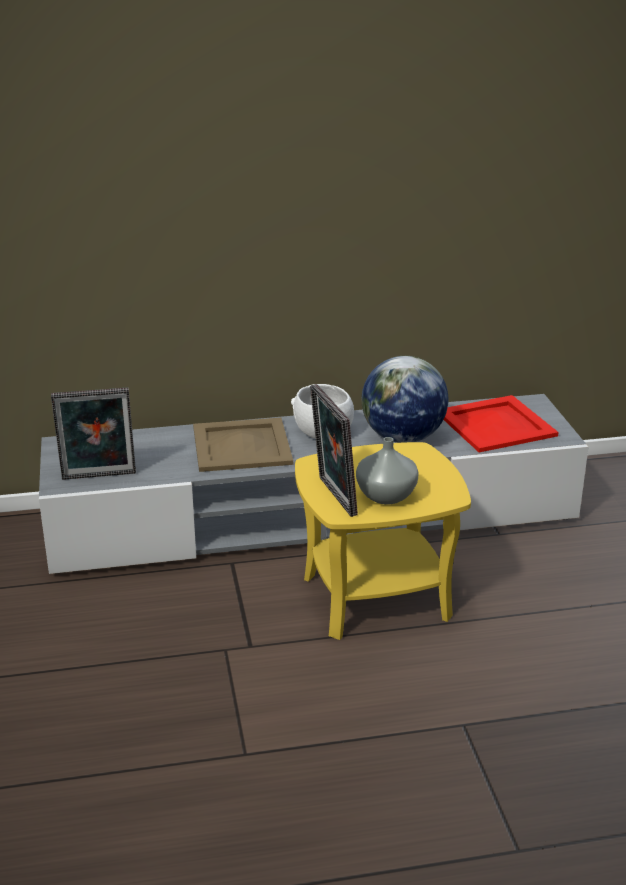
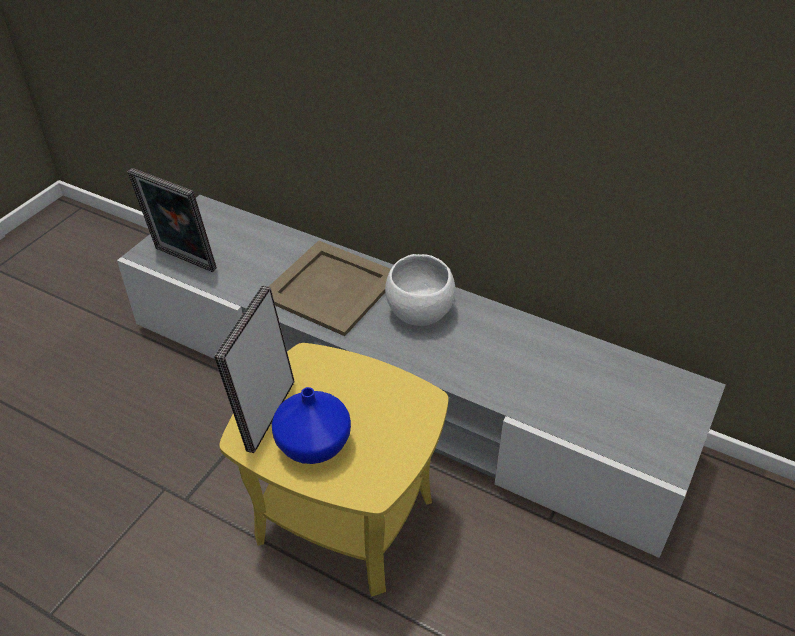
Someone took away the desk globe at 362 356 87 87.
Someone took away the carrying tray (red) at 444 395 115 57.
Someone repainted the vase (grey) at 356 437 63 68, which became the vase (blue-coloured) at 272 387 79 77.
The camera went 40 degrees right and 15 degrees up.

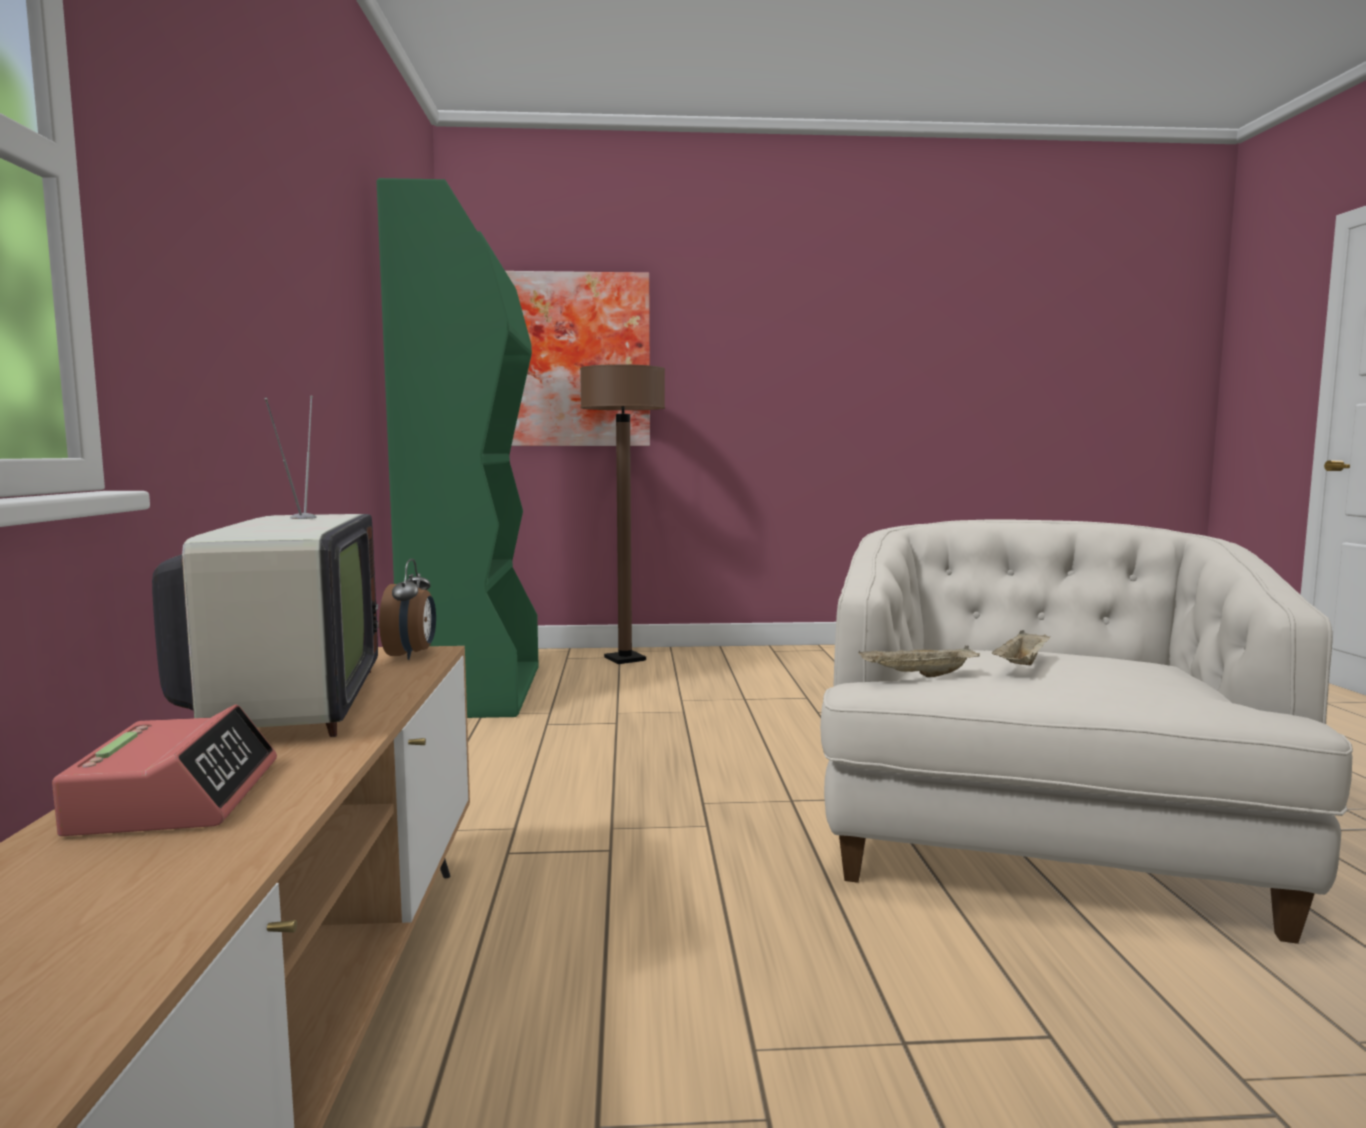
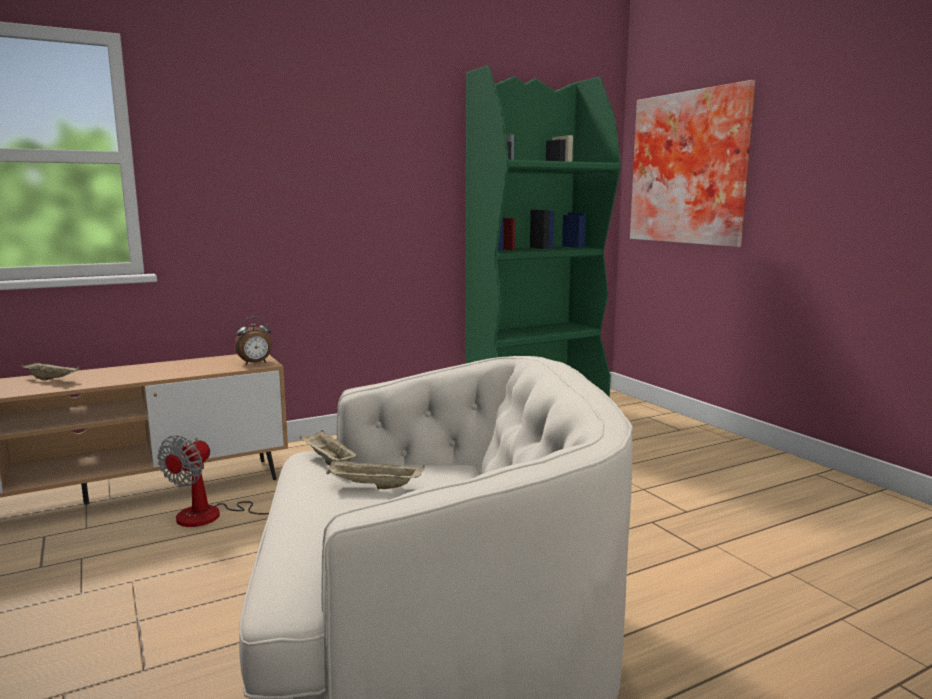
Someone took away the standard lamp (brown-coloured) at 580 364 85 300.
Someone took away the TV at 152 395 227 342.
Someone swapped the bedside clock at 52 704 225 132 for the carrying tray (beige-coloured) at 21 362 59 19.
Someone put down the cooling fan at 157 435 112 92.
The camera went 65 degrees right and 5 degrees up.

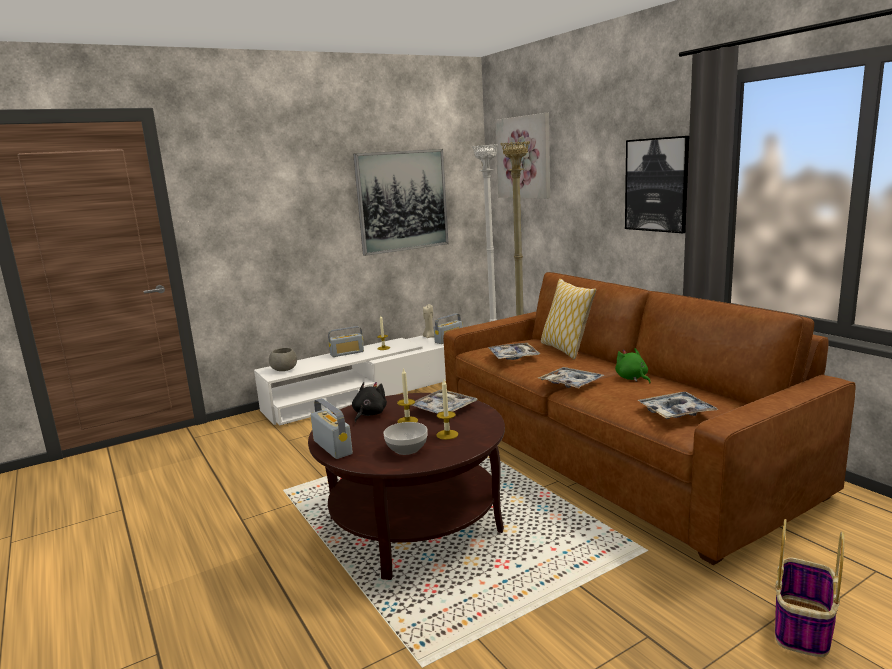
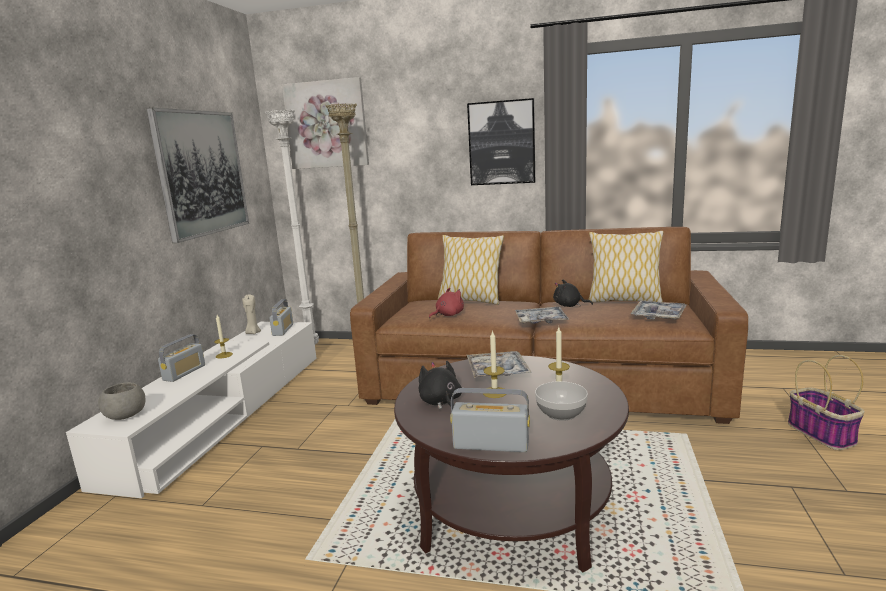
Someone swapped the carrying tray at 488 343 52 17 for the soft toy (red) at 429 288 35 30.
Someone repainted the soft toy (greenish) at 615 348 36 35, which became the soft toy (black) at 553 279 40 28.
Someone put down the pillow at 589 231 74 72.
The camera went 45 degrees left and 0 degrees up.

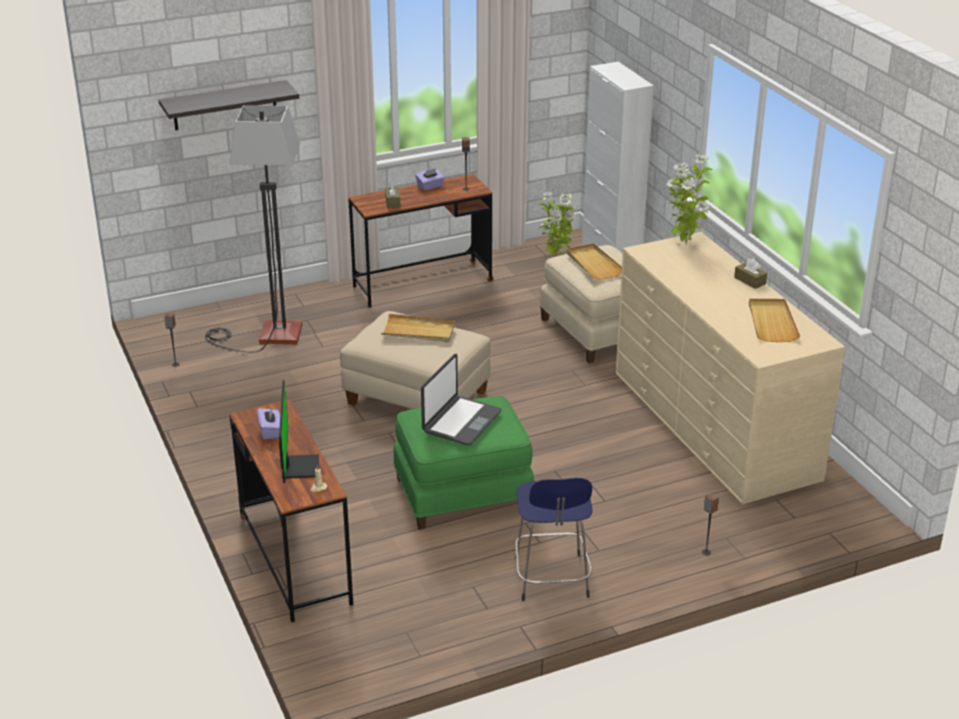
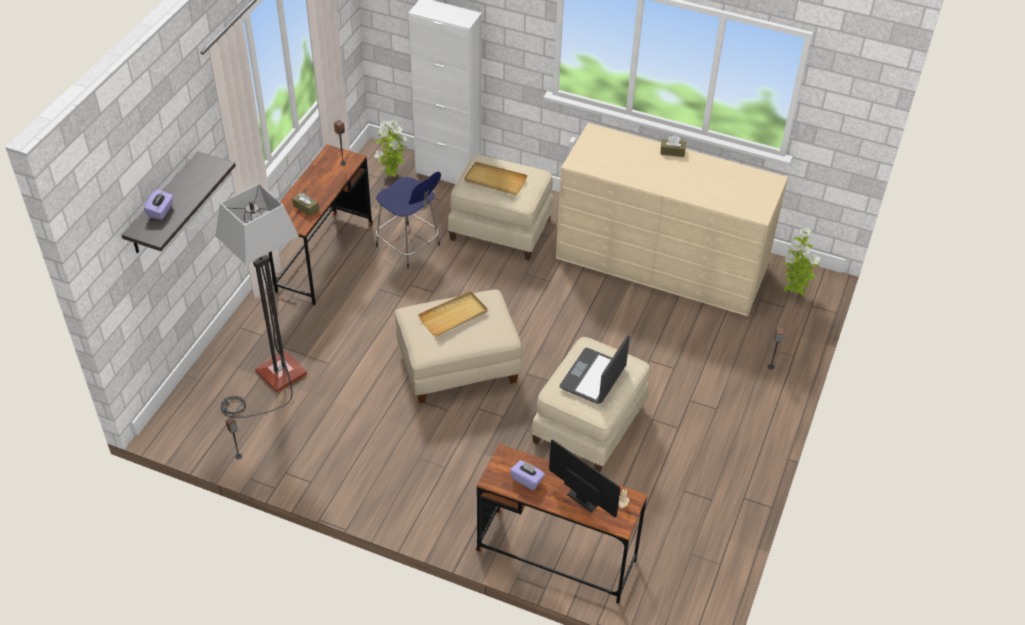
Someone carried the houseplant from 666 155 46 89 to 783 227 37 69.
Someone carried the box of tissues (purple-coloured) from 415 169 30 22 to 144 189 29 31.
Someone took away the carrying tray (beige-coloured) at 749 299 51 43.
Someone rotated the laptop at 421 354 81 91 by 135 degrees counterclockwise.
Someone repainted the pouffe (greenish) at 393 396 141 134, which became the pouffe (beige-coloured) at 531 337 119 135.
Someone carried the sitting stool (blue-coloured) from 515 478 78 123 to 376 172 65 96.
The camera went 45 degrees left and 15 degrees up.

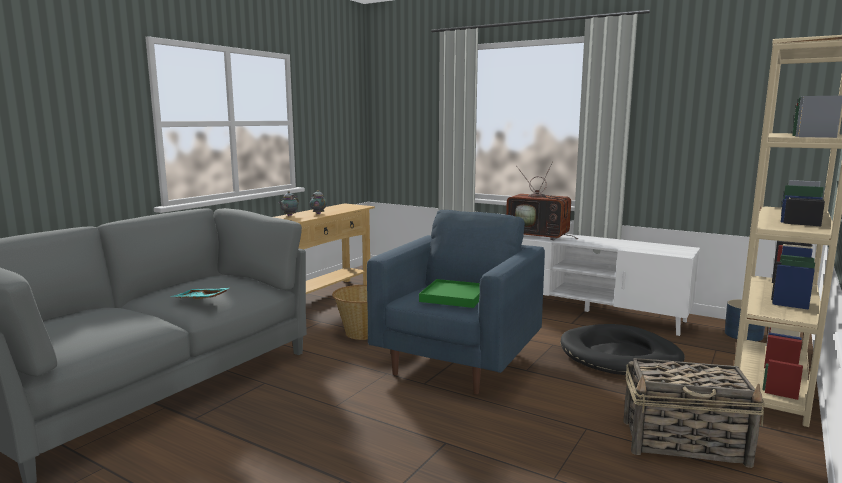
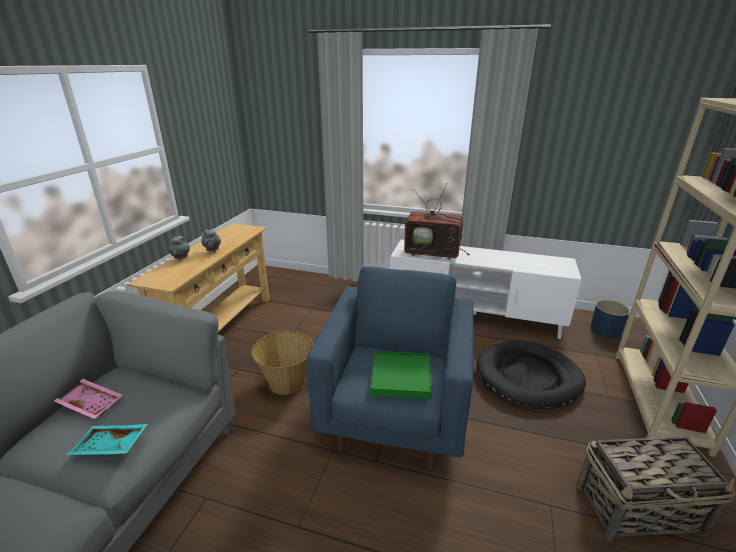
Someone put down the carrying tray (pink-coloured) at 54 379 69 40.
The camera went 15 degrees left and 15 degrees up.

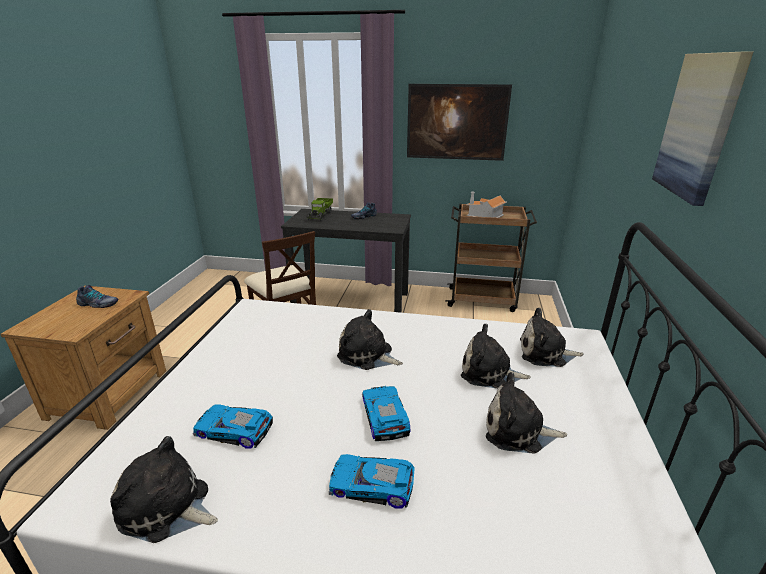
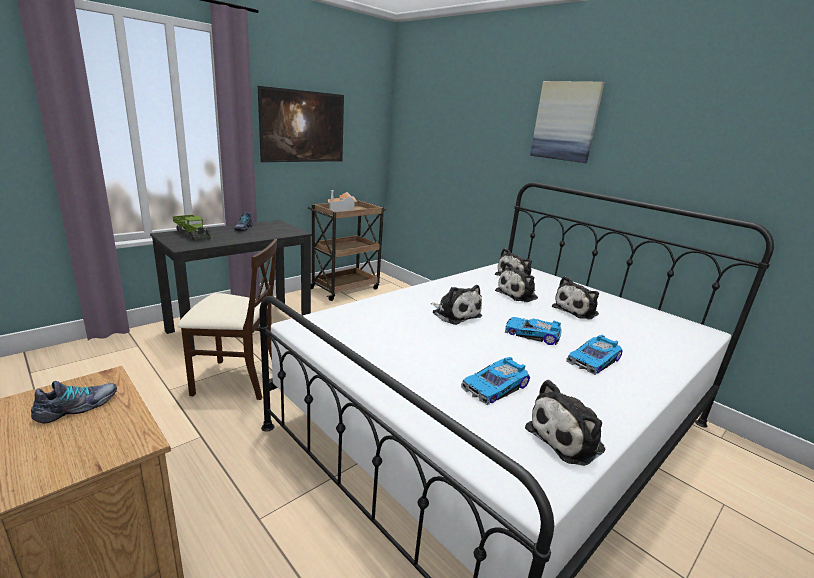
Someone rotated the soft toy at 337 309 66 61 by 105 degrees counterclockwise.
The camera went 55 degrees left and 5 degrees down.

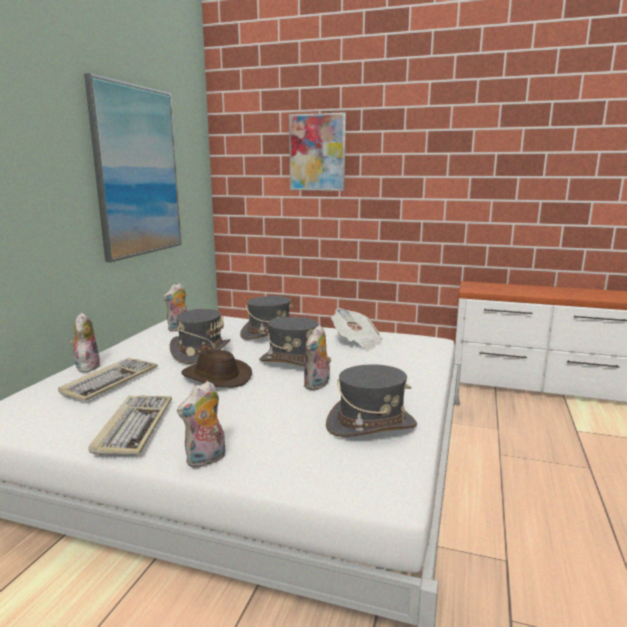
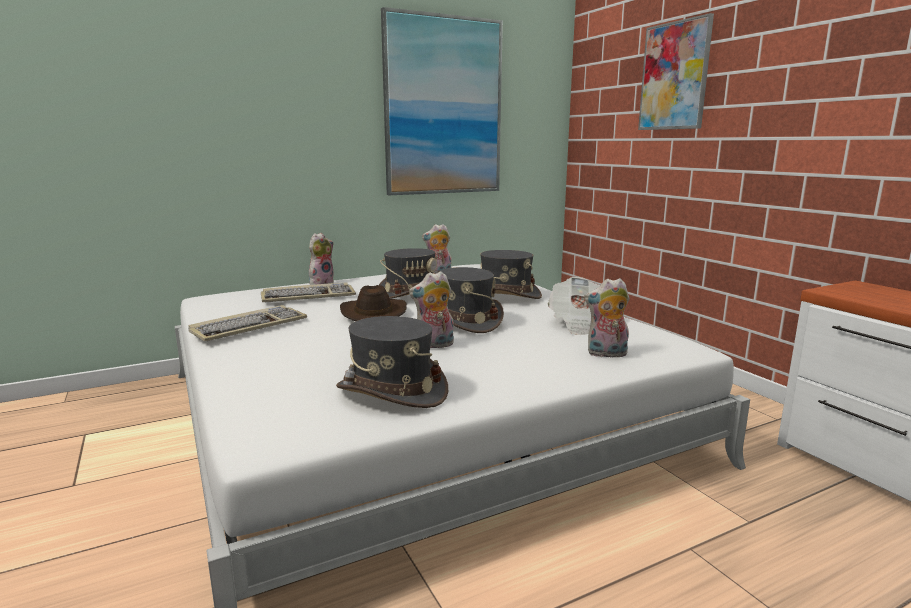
Someone carried the soft toy from 177 381 49 87 to 584 278 45 79.
The camera went 45 degrees right and 0 degrees up.

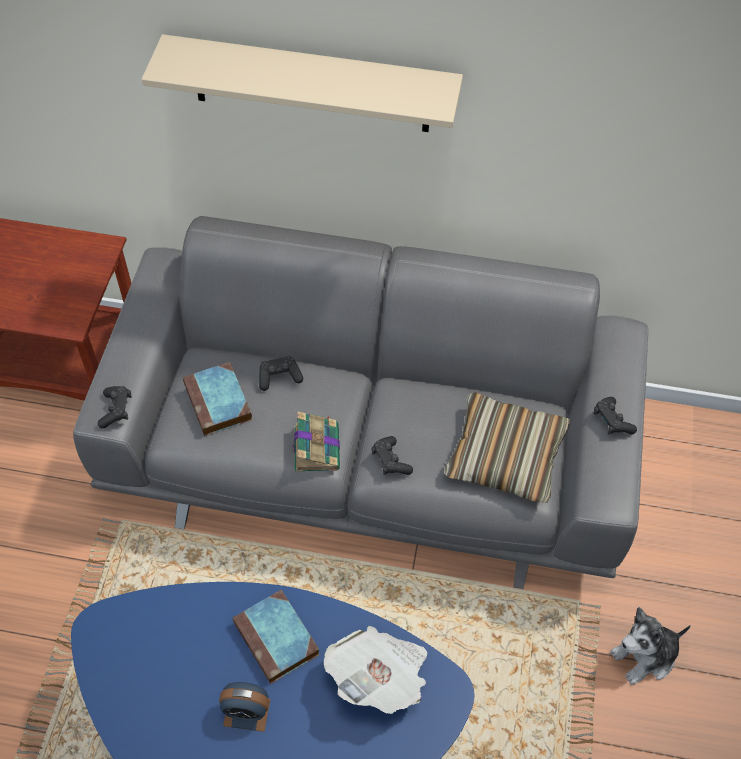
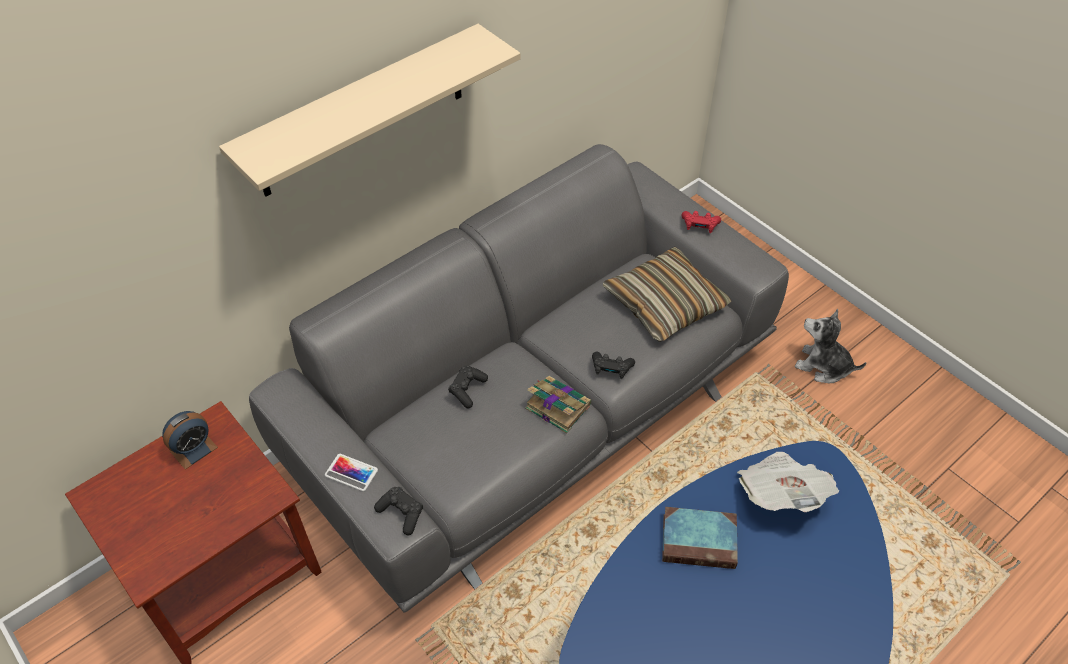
Someone took away the book at 183 362 69 74.
Someone repainted the gamepad (black) at 594 397 43 37, which became the gamepad (red) at 682 211 39 22.
Someone rotated the soft toy at 610 607 81 78 by 105 degrees clockwise.
Someone carried the bedside clock from 219 682 51 50 to 162 411 56 59.
Someone put down the phone at 325 454 53 37.
The camera went 50 degrees left and 5 degrees down.

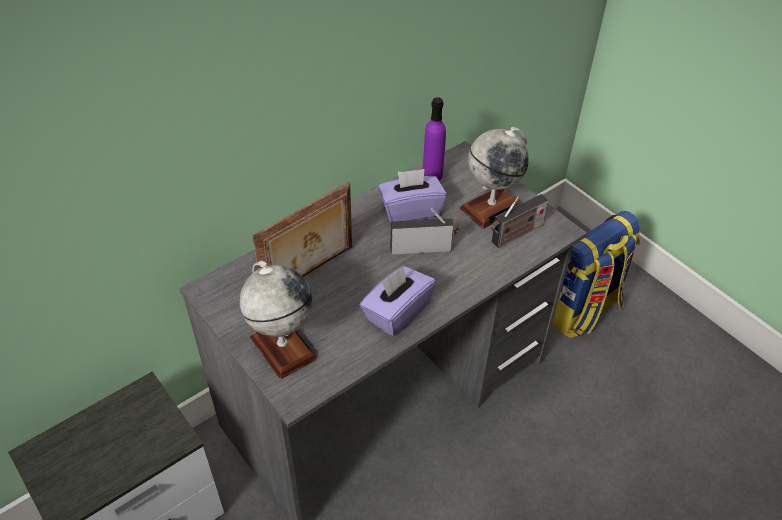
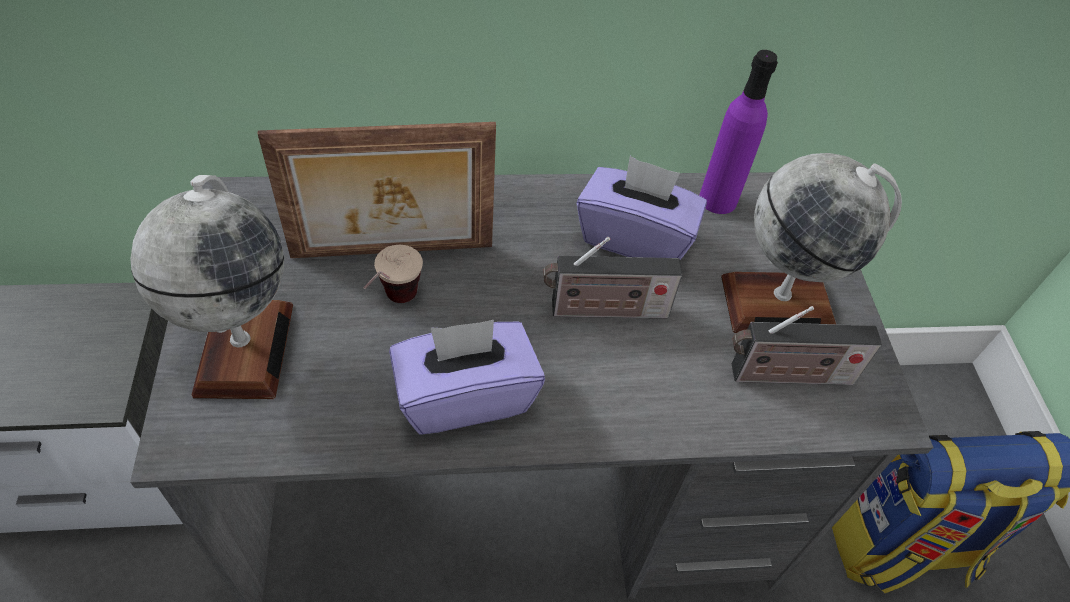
Someone rotated the radio set at 390 208 69 47 by 150 degrees clockwise.
Someone put down the small cup at 363 245 60 58.
The camera went 30 degrees right and 5 degrees up.

